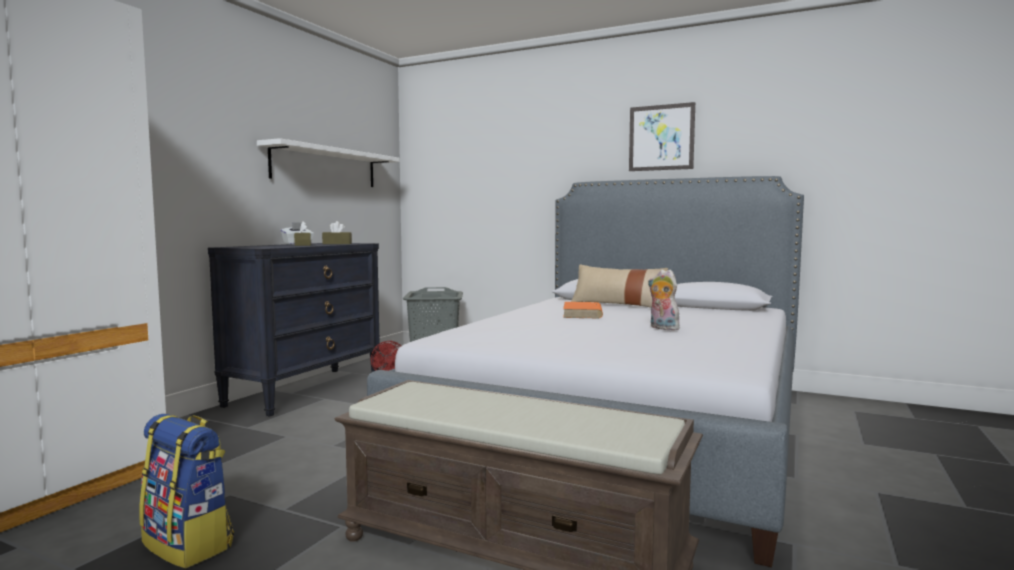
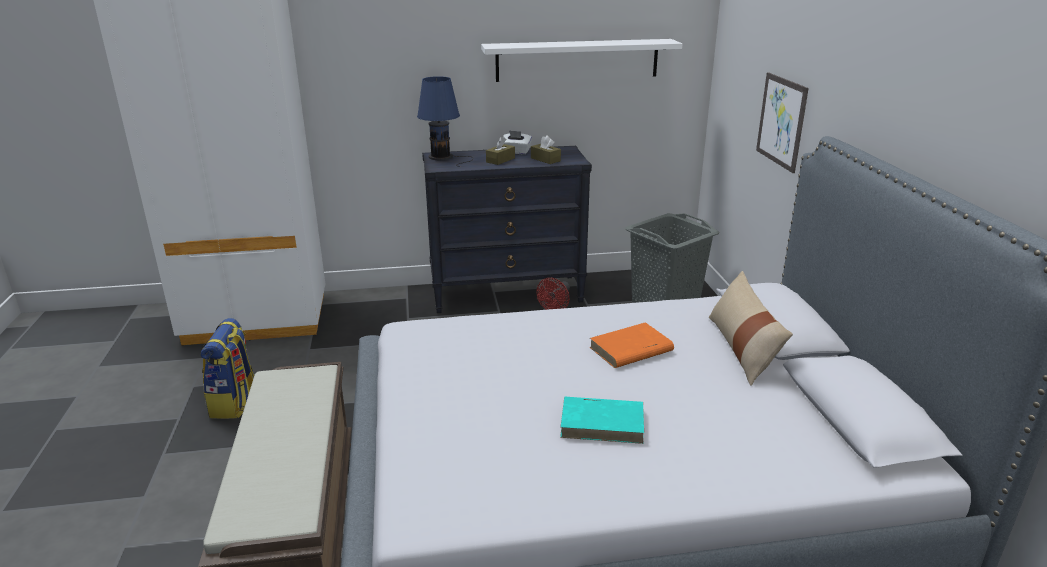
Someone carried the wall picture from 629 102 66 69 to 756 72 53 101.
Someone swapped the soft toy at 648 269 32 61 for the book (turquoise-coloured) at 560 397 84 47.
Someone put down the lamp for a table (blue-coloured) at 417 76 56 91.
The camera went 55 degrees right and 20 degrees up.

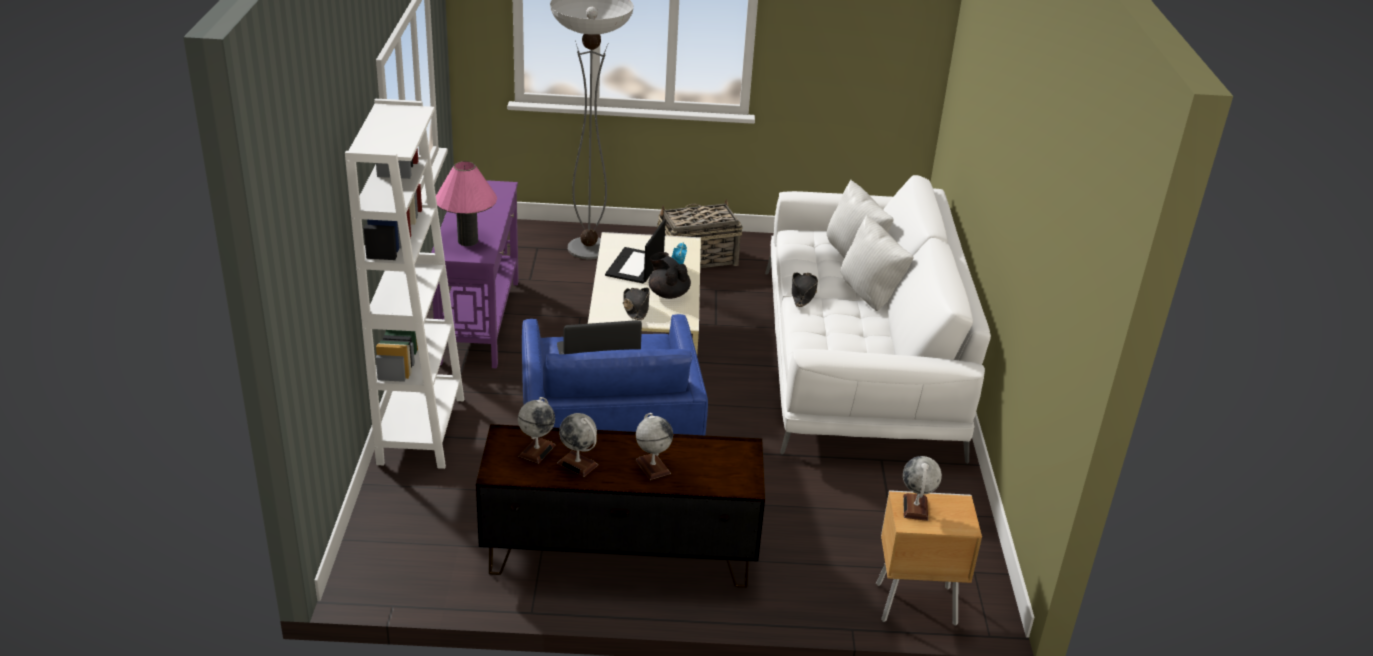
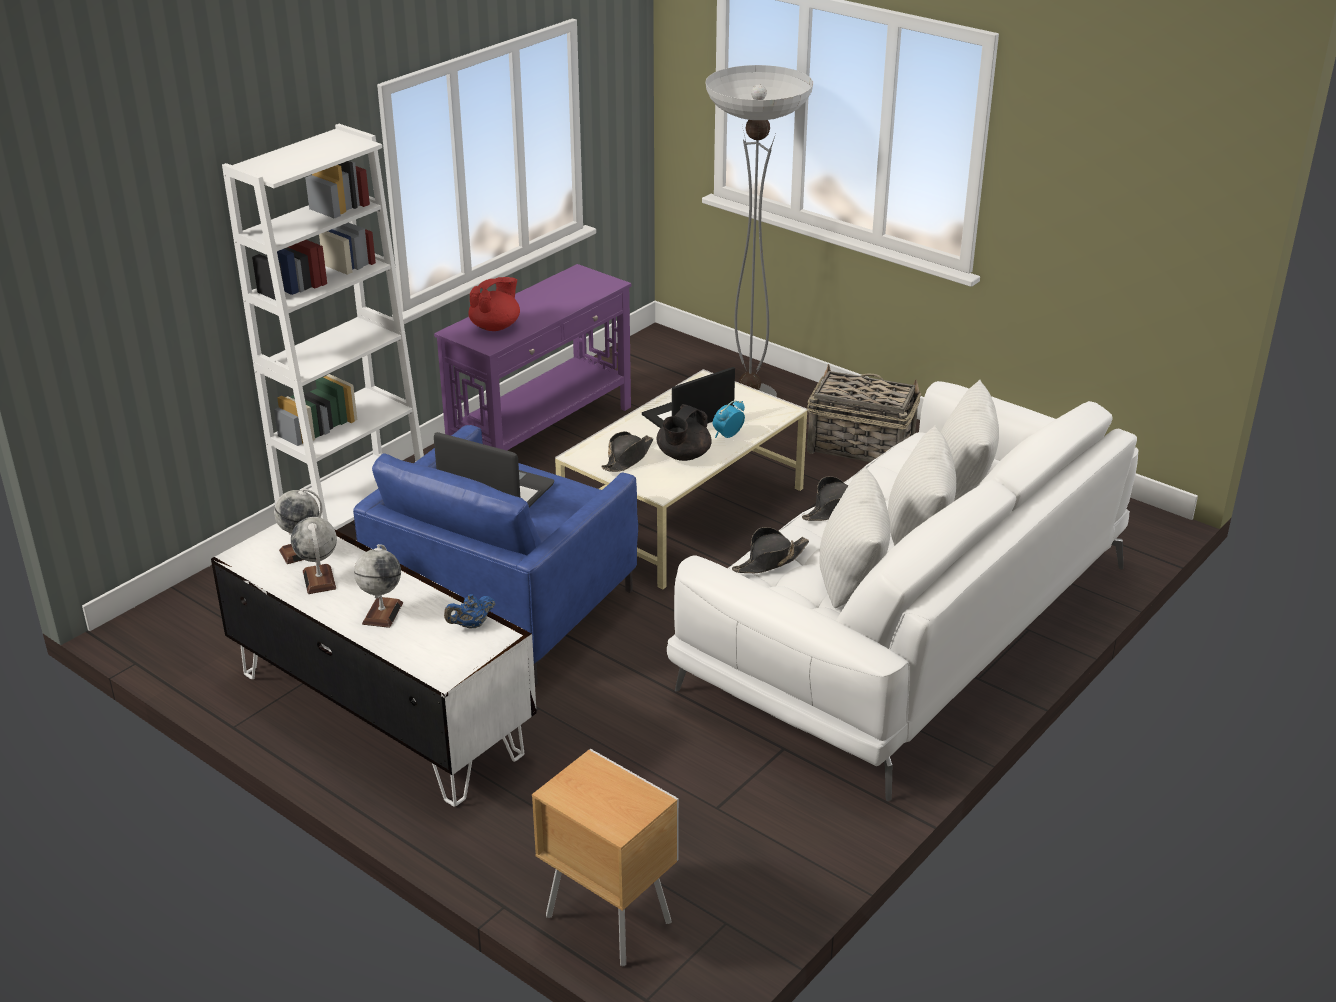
Someone swapped the lamp for a table (pink-coloured) at 436 161 61 85 for the pot for tea (red) at 469 277 51 54.
Someone rotated the pot for tea (black) at 649 252 42 47 by 150 degrees counterclockwise.
Someone repainted the media console (brown-coloured) at 476 424 289 164, which became the media console (whitish) at 211 523 326 284.
Someone took away the desk globe at 903 456 39 65.
Someone put down the pillow (whitish) at 819 466 71 142.
Someone put down the clothing hat (black) at 732 527 77 46.
Someone put down the pot for tea (blue-coloured) at 444 594 51 35.
The camera went 40 degrees right and 0 degrees up.

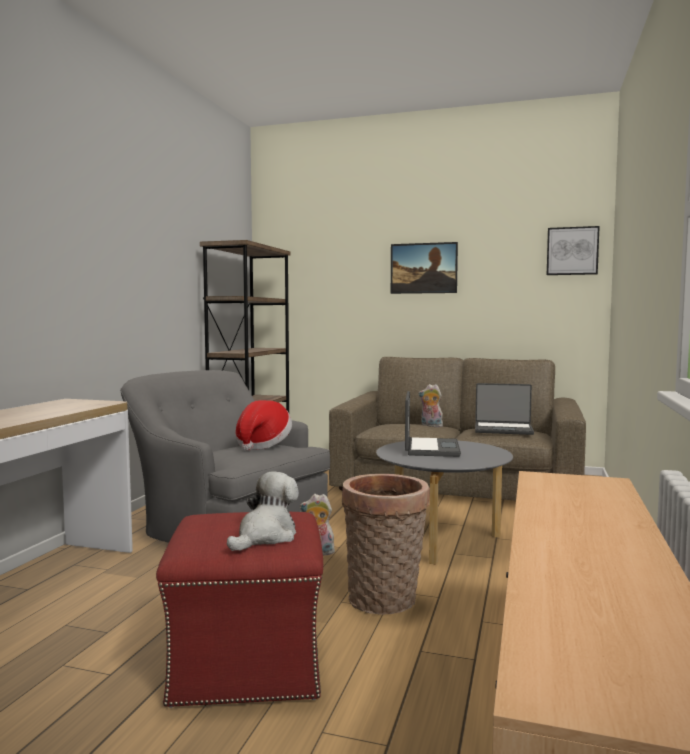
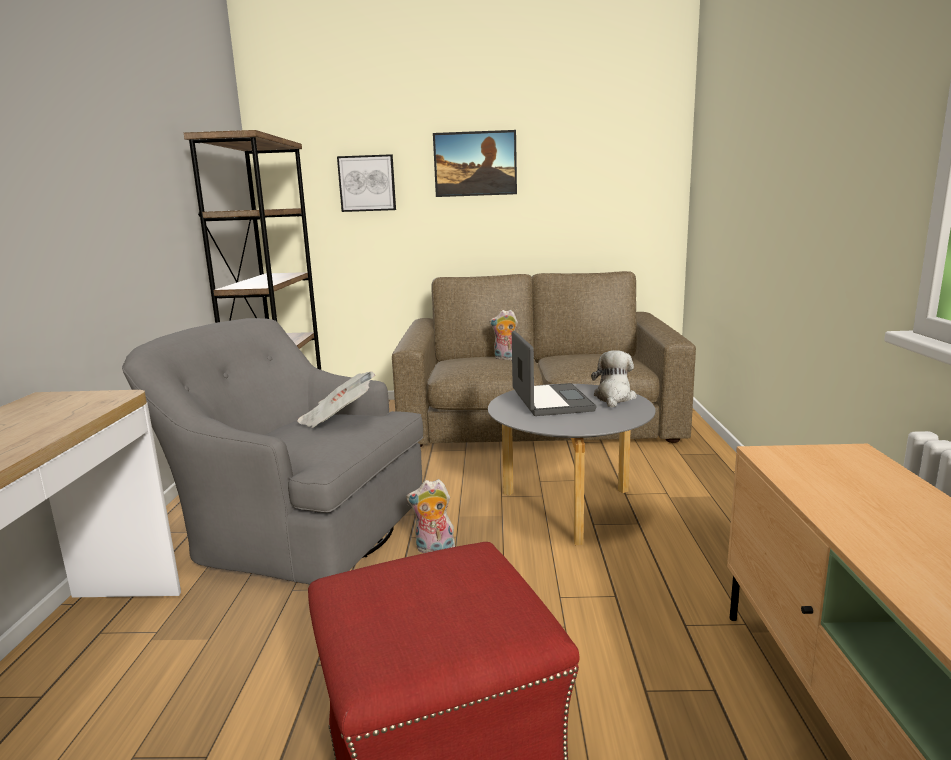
Someone carried the wall picture from 547 226 53 49 to 337 154 59 58.
Someone took away the laptop at 475 383 59 52.
Someone swapped the clothing hat at 235 400 57 51 for the printed paper at 297 372 78 56.
Someone carried the soft toy from 227 471 72 80 to 591 351 46 57.
Someone took away the storage basket at 342 474 88 141.
The camera went 15 degrees left and 10 degrees up.

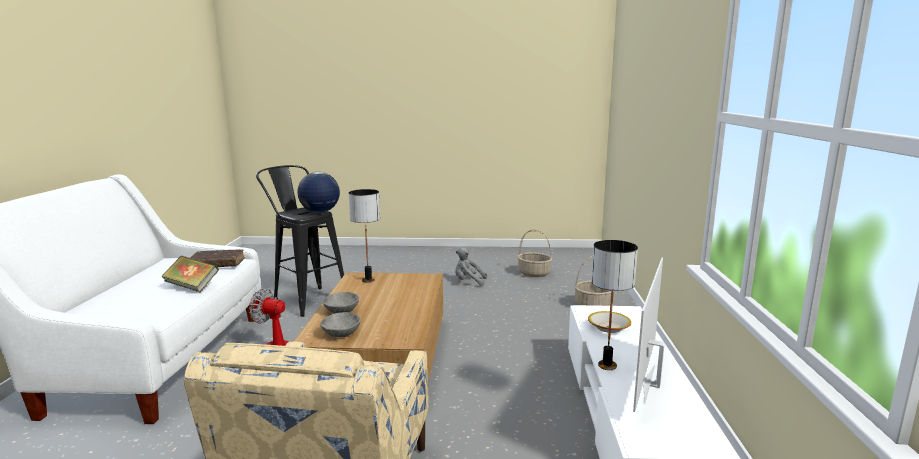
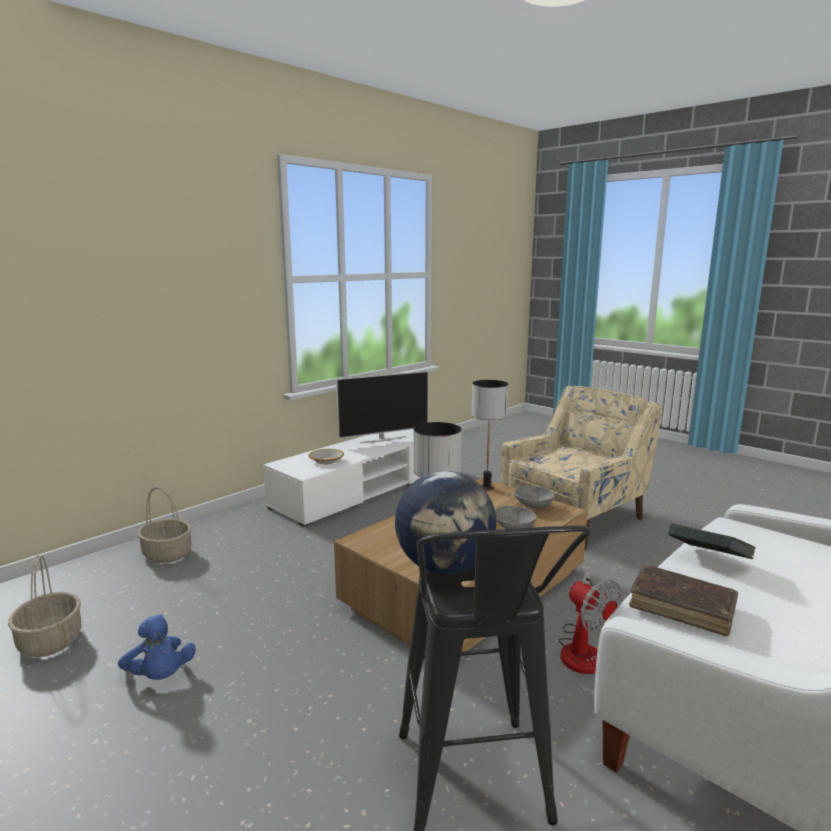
Someone carried the lamp for a table from 592 240 46 130 to 472 380 36 111.
Someone repainted the soft toy (grey) at 455 247 32 38, which became the soft toy (blue-coloured) at 118 614 78 66.
The camera went 140 degrees left and 0 degrees up.

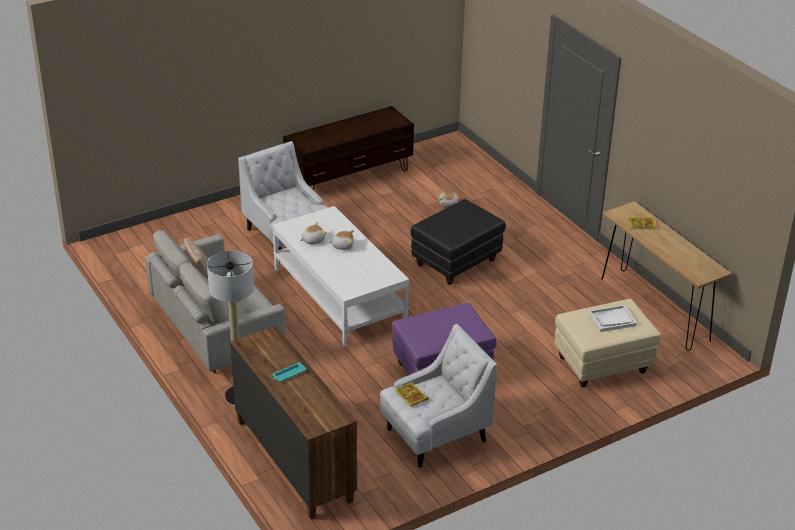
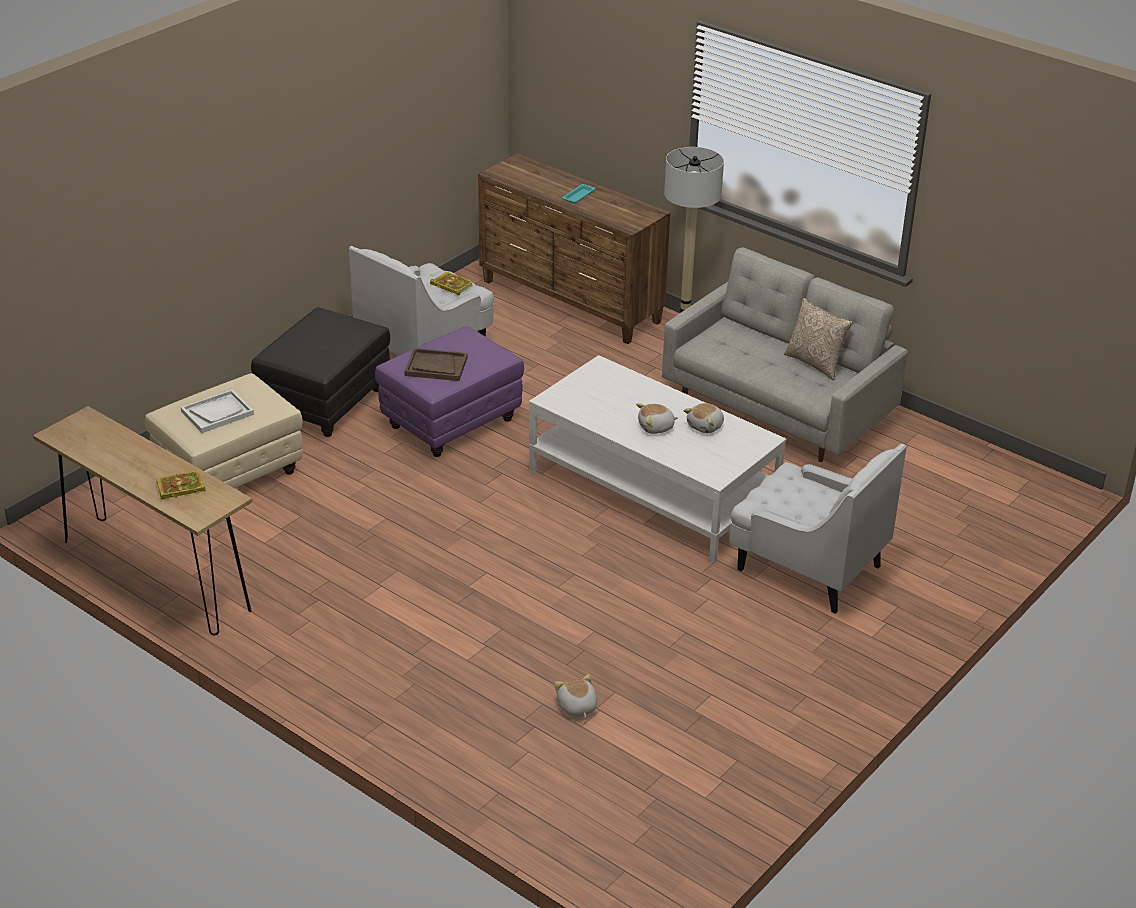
Someone took away the media console (brown-coloured) at 283 106 131 84.
Someone carried the pouffe (black) from 411 199 95 86 to 251 307 139 130.
Someone put down the carrying tray (brown-coloured) at 404 348 64 33.
The camera went 160 degrees right and 0 degrees up.

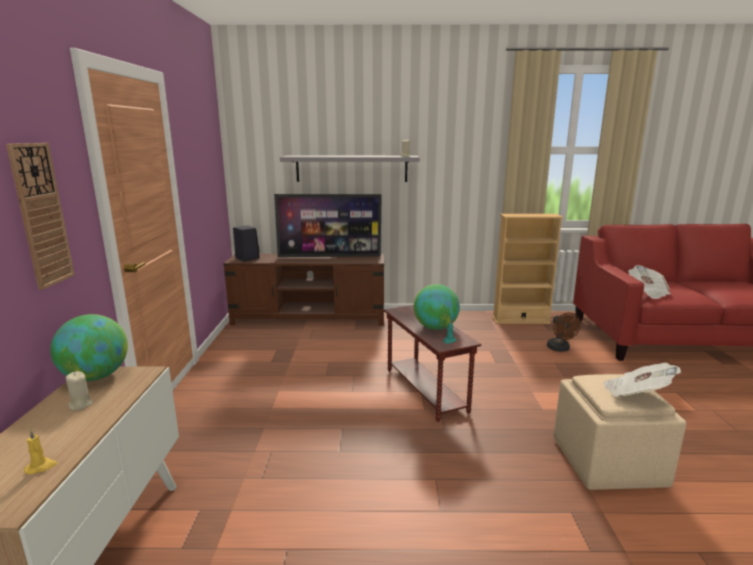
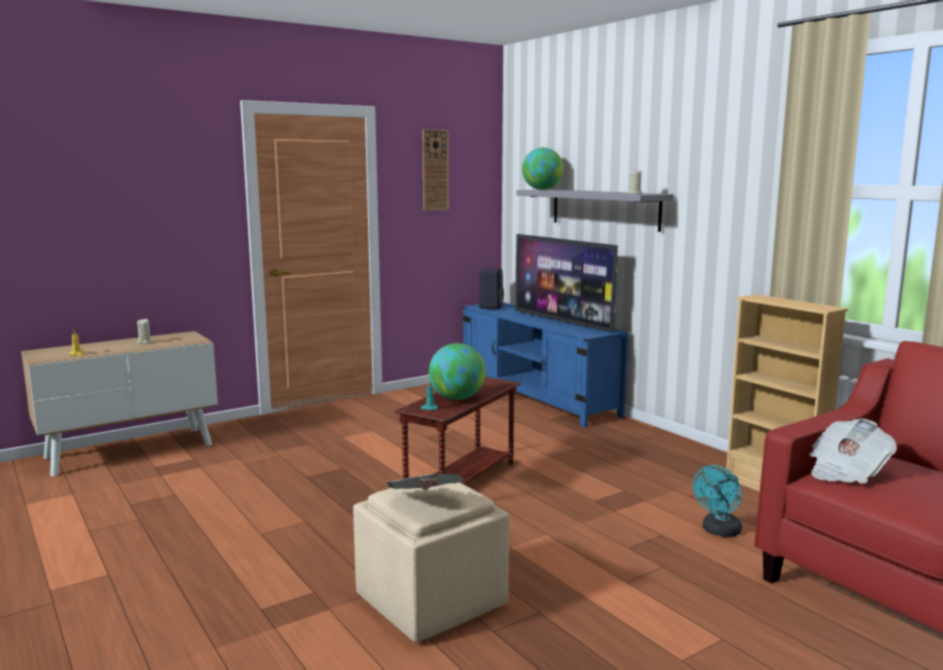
Someone carried the wall clock from 6 143 69 147 to 422 129 27 82.
Someone repainted the media console (brown-coloured) at 224 253 160 73, which became the media console (blue-coloured) at 463 302 165 125.
Someone repainted the cooling fan (brown-coloured) at 547 313 34 39, which became the cooling fan (turquoise-coloured) at 693 465 49 72.
Someone carried the desk globe from 50 314 78 67 to 522 147 42 43.
The camera went 55 degrees right and 5 degrees down.

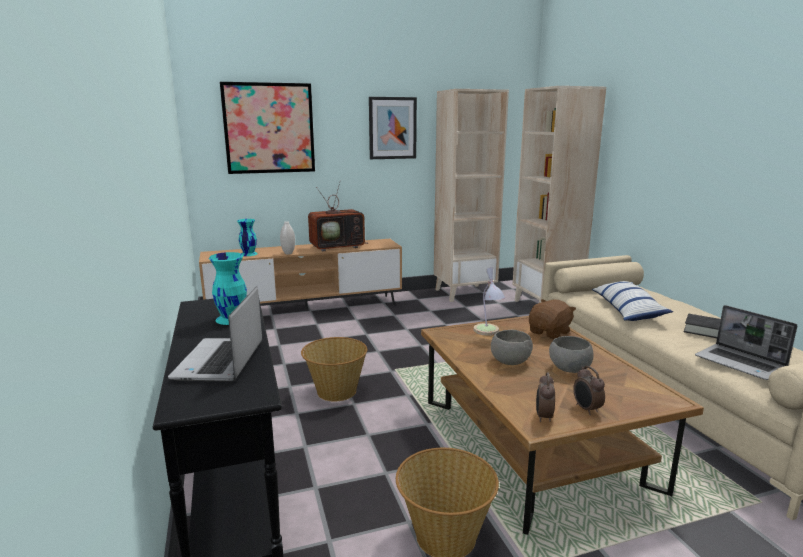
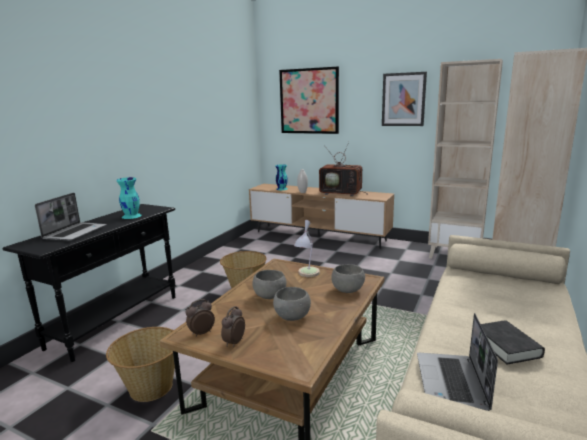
Someone took away the pillow at 592 281 81 40.
Someone rotated the laptop at 168 286 94 96 by 150 degrees clockwise.
Someone swapped the soft toy (brown-coloured) at 529 299 47 40 for the serving bowl (grey) at 331 264 34 29.
The camera went 45 degrees right and 0 degrees up.

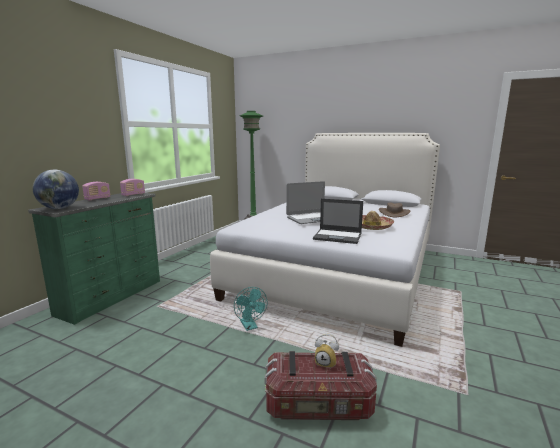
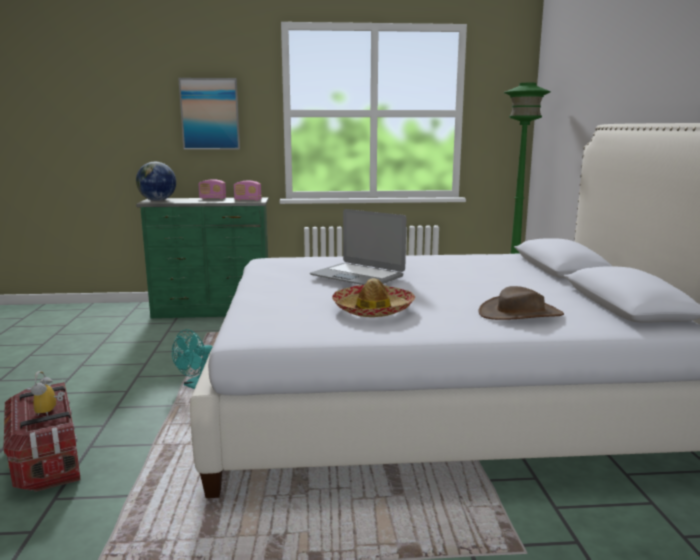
Someone took away the laptop at 313 199 50 45.
Someone put up the wall picture at 178 78 62 72.
The camera went 60 degrees right and 0 degrees up.

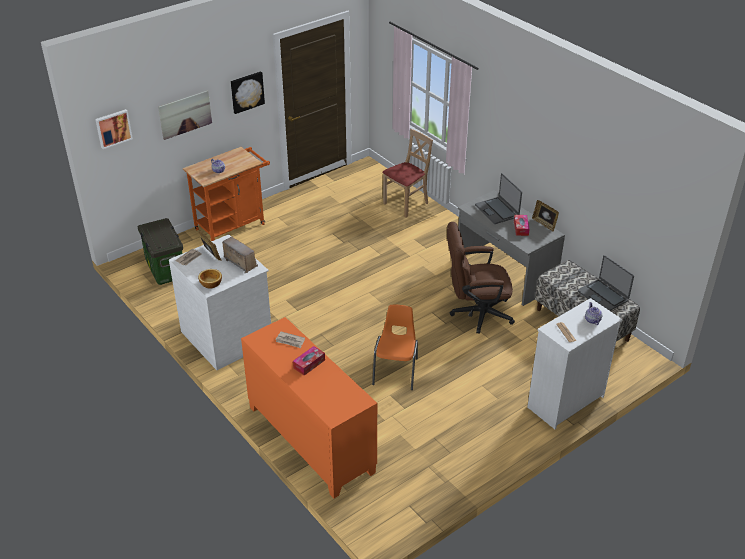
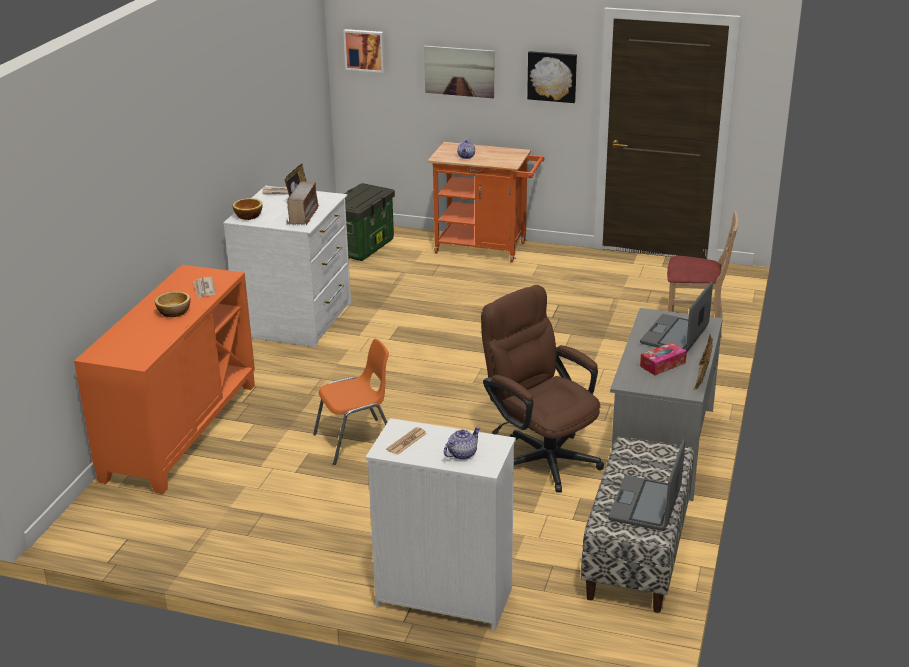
Someone swapped the box of tissues at 293 346 32 30 for the serving bowl at 155 291 35 26.
The camera went 55 degrees right and 10 degrees down.

